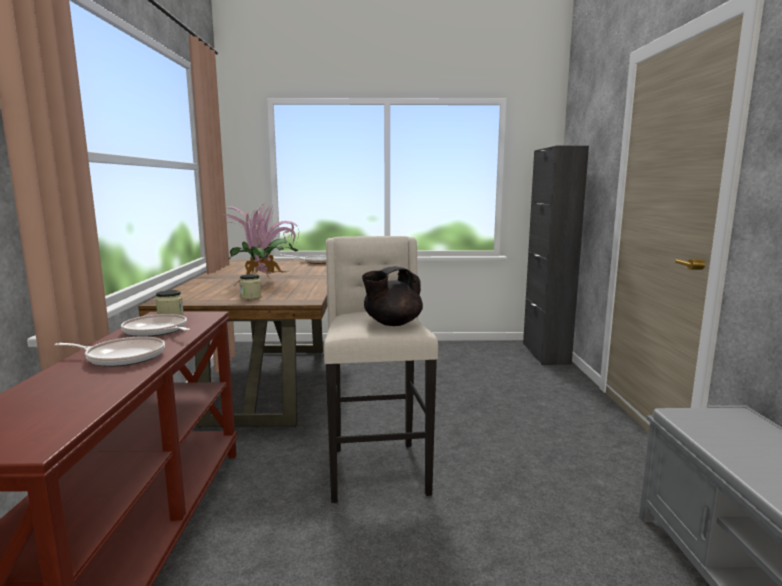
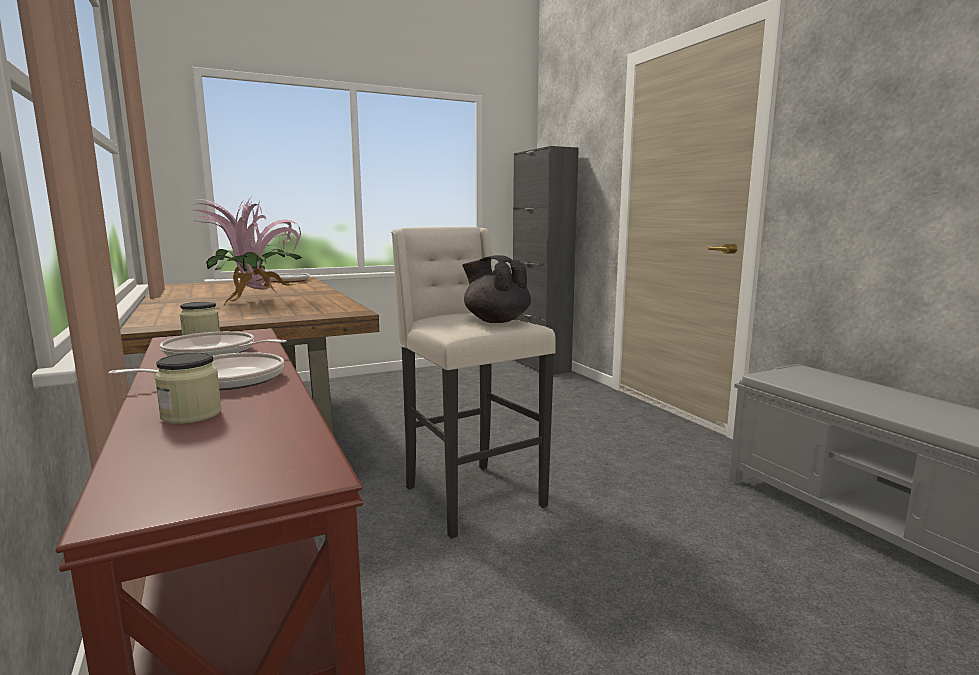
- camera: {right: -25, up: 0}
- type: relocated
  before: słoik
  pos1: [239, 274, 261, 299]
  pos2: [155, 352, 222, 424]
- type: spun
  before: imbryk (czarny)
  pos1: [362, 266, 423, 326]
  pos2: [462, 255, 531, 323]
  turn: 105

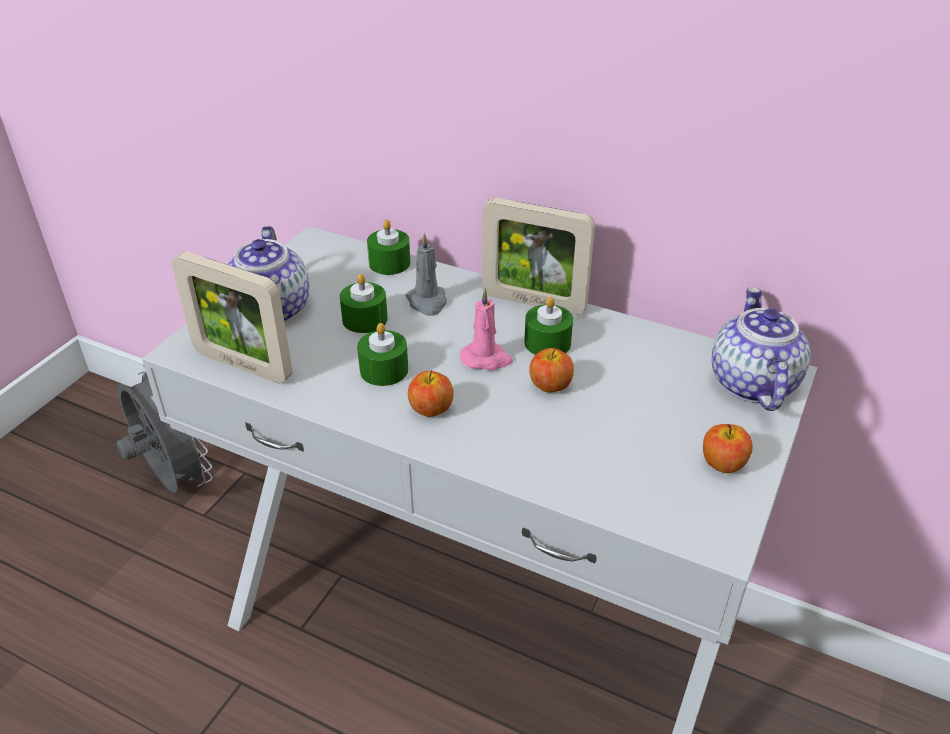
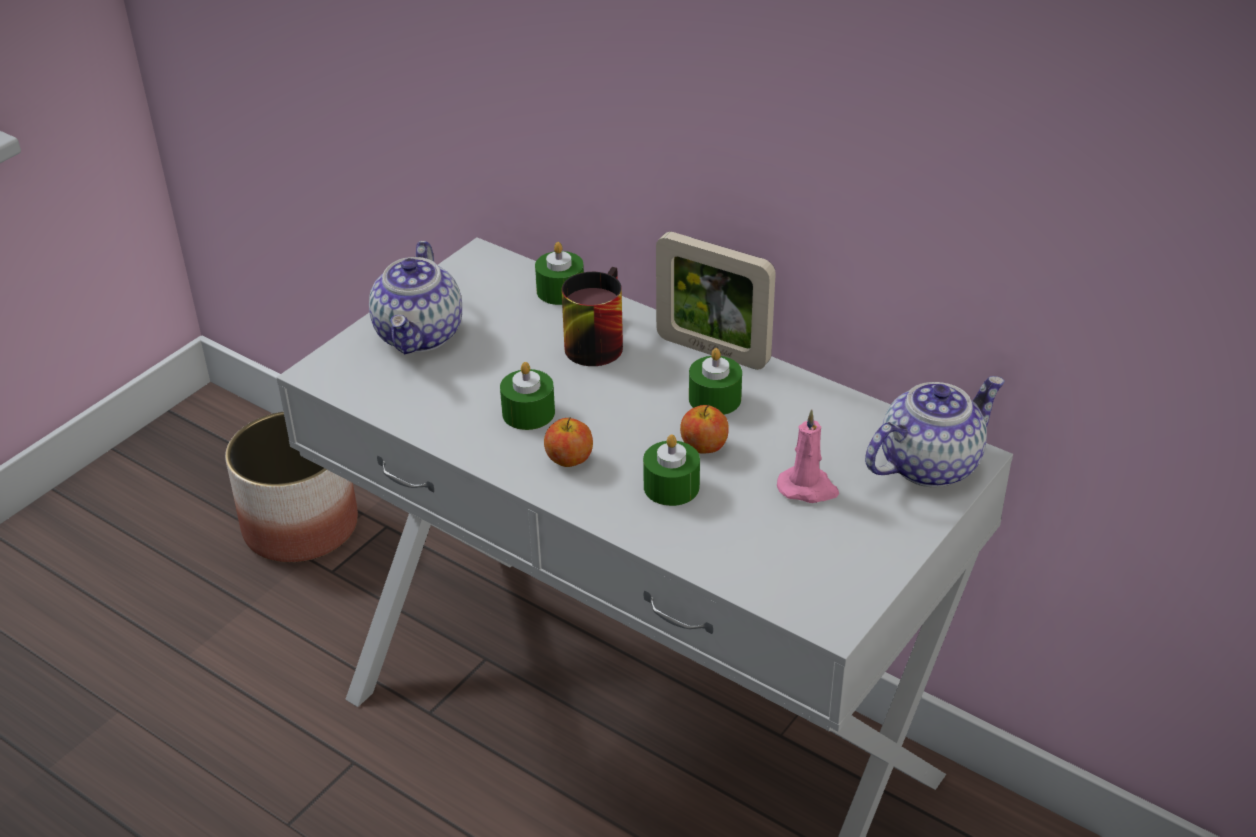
- camera: {right: 10, up: 0}
- type: missing
  before: ramka na zdjęcie
  pos1: [172, 251, 292, 384]
- type: missing
  before: jabłko
  pos1: [703, 424, 753, 473]
- type: relocated
  before: świeca (zielony)
  pos1: [340, 274, 388, 333]
  pos2: [643, 434, 700, 506]
- type: relocated
  before: świeca (różowy)
  pos1: [460, 288, 513, 370]
  pos2: [777, 409, 839, 503]
- type: exchanged
  before: wentylator (szary)
  after: donica
  pos1: [116, 365, 213, 493]
  pos2: [225, 412, 358, 562]
- type: exchanged
  before: świeca (szary)
  after: kubek
  pos1: [405, 233, 447, 316]
  pos2: [561, 267, 623, 366]
- type: spun
  before: imbryk
  pos1: [712, 287, 810, 411]
  pos2: [865, 376, 1005, 487]
  turn: 45

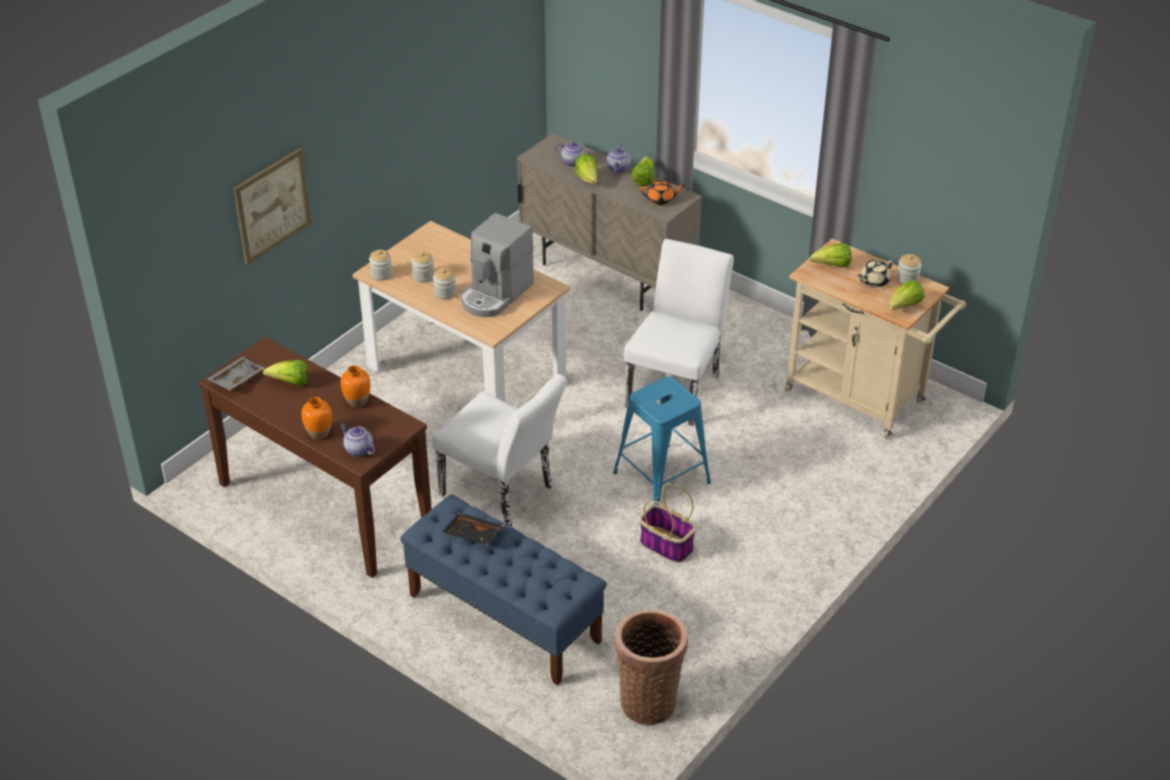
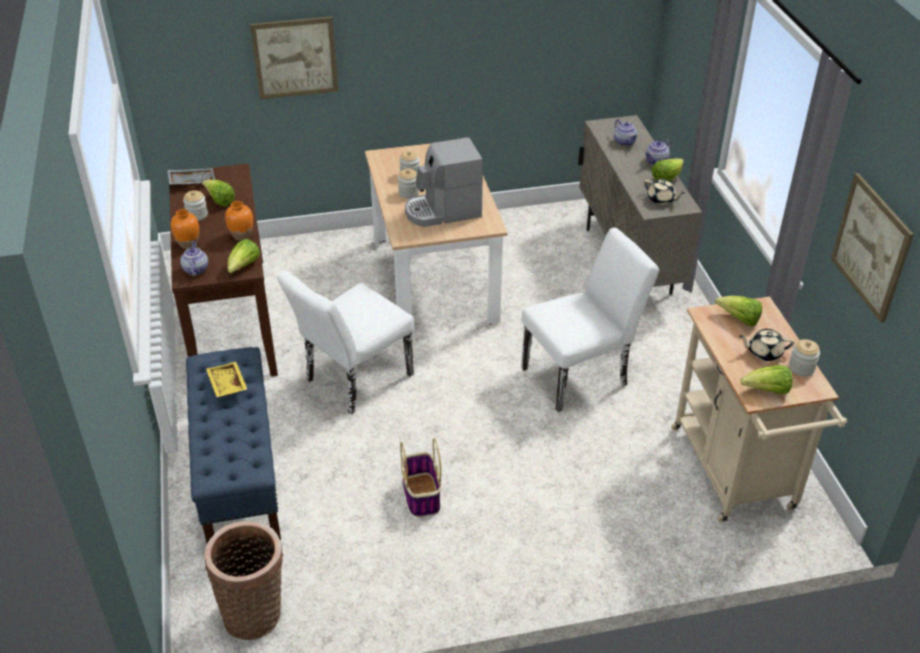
- camera: {right: 40, up: 0}
- type: missing
  before: stołek (niebieski)
  pos1: [613, 376, 711, 505]
- type: appeared
  after: obraz
  pos2: [831, 173, 914, 323]
- type: relocated
  before: słoik
  pos1: [369, 250, 392, 281]
  pos2: [183, 190, 208, 221]
- type: relocated
  before: sałata
  pos1: [575, 154, 598, 183]
  pos2: [228, 239, 260, 273]
- type: colour
  before: taca (czarny)
  after: taca (żółty)
  pos1: [442, 513, 504, 545]
  pos2: [206, 362, 247, 397]
- type: colour
  before: imbryk (pomarańczowy)
  after: imbryk (beżowy)
  pos1: [640, 180, 684, 205]
  pos2: [644, 179, 684, 205]
- type: spun
  before: krzesło (biały)
  pos1: [432, 374, 567, 527]
  pos2: [277, 271, 414, 414]
  turn: 60

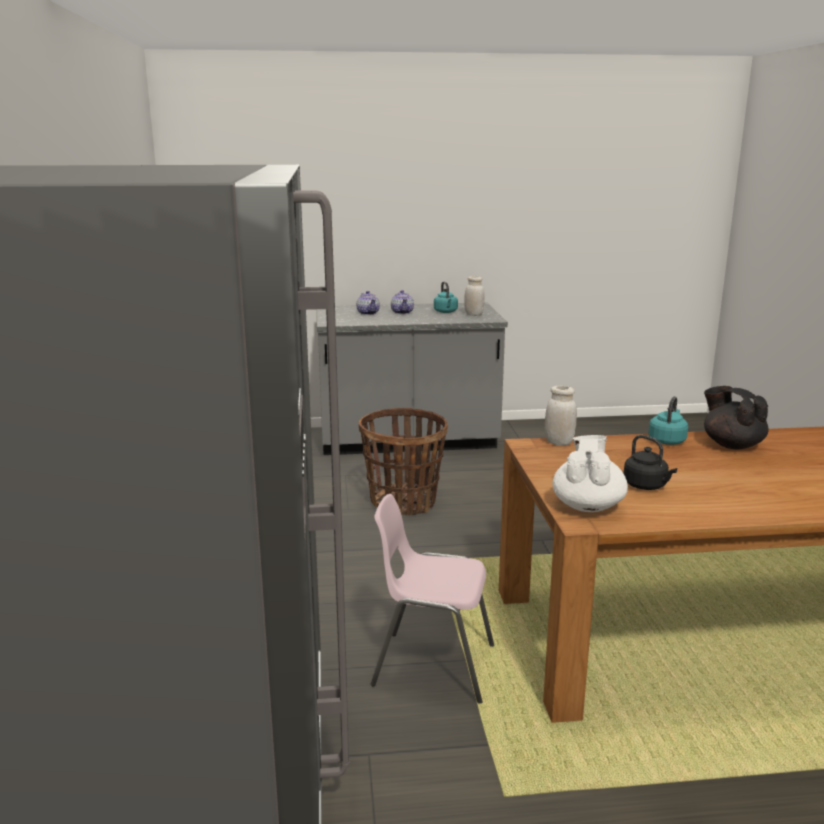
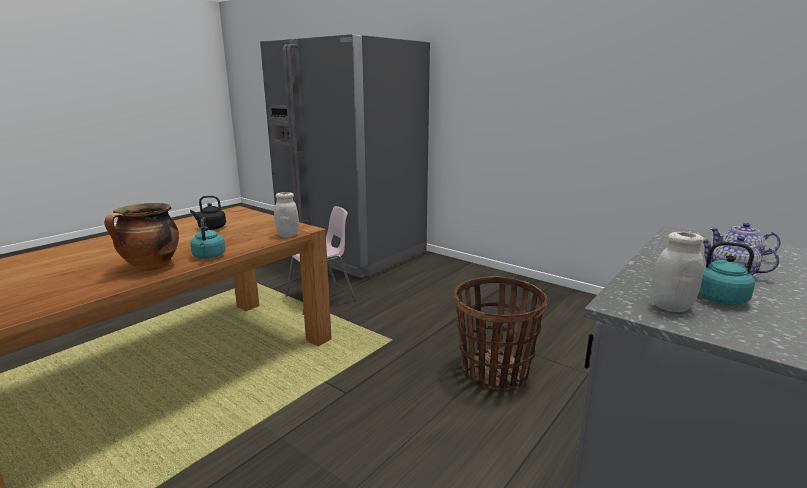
- camera: {right: 135, up: 0}
- type: missing
  before: imbryk (biały)
  pos1: [553, 435, 628, 512]
- type: exchanged
  before: imbryk (czarny)
  after: garnek
  pos1: [704, 386, 769, 449]
  pos2: [104, 203, 179, 271]

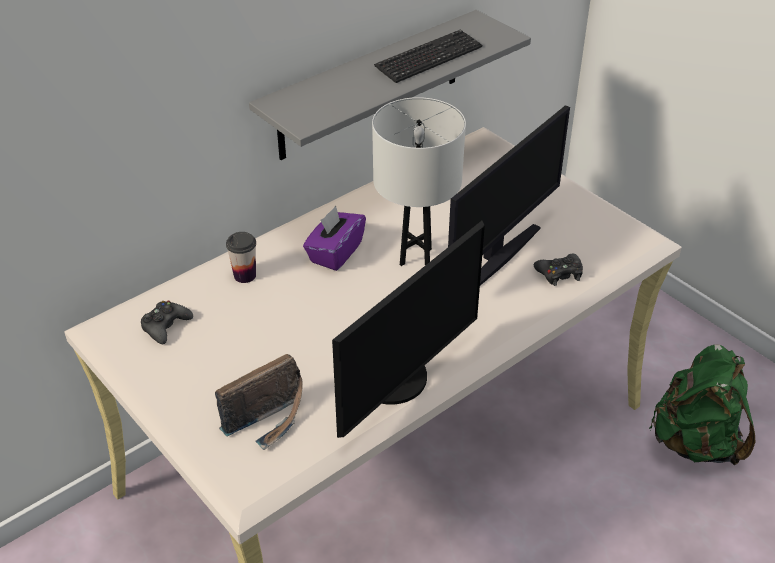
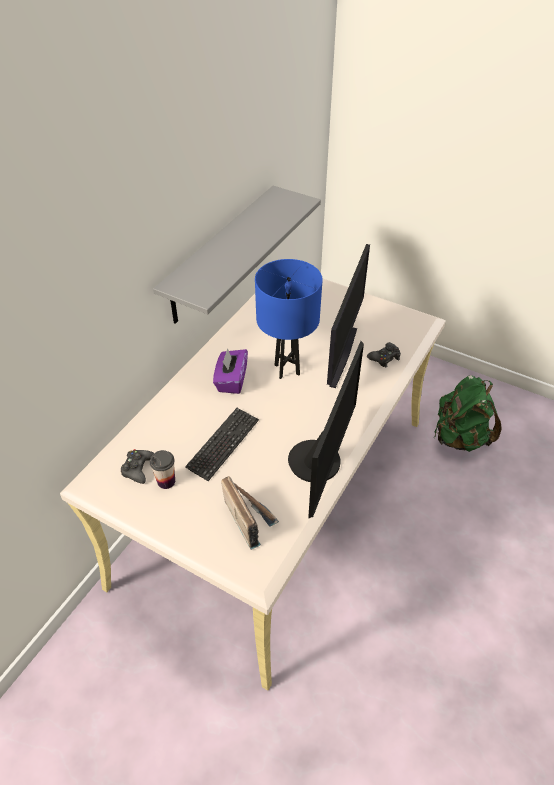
- camera: {right: -20, up: 5}
- type: relocated
  before: filiżanka
  pos1: [226, 232, 256, 283]
  pos2: [150, 450, 175, 489]
- type: relocated
  before: klawiatura
  pos1: [374, 30, 482, 83]
  pos2: [185, 408, 259, 481]
- type: colour
  before: lampa stołowa (biały)
  after: lampa stołowa (niebieski)
  pos1: [372, 97, 466, 266]
  pos2: [255, 259, 323, 379]
- type: spun
  before: radio
  pos1: [215, 354, 302, 450]
  pos2: [221, 476, 279, 550]
  turn: -60

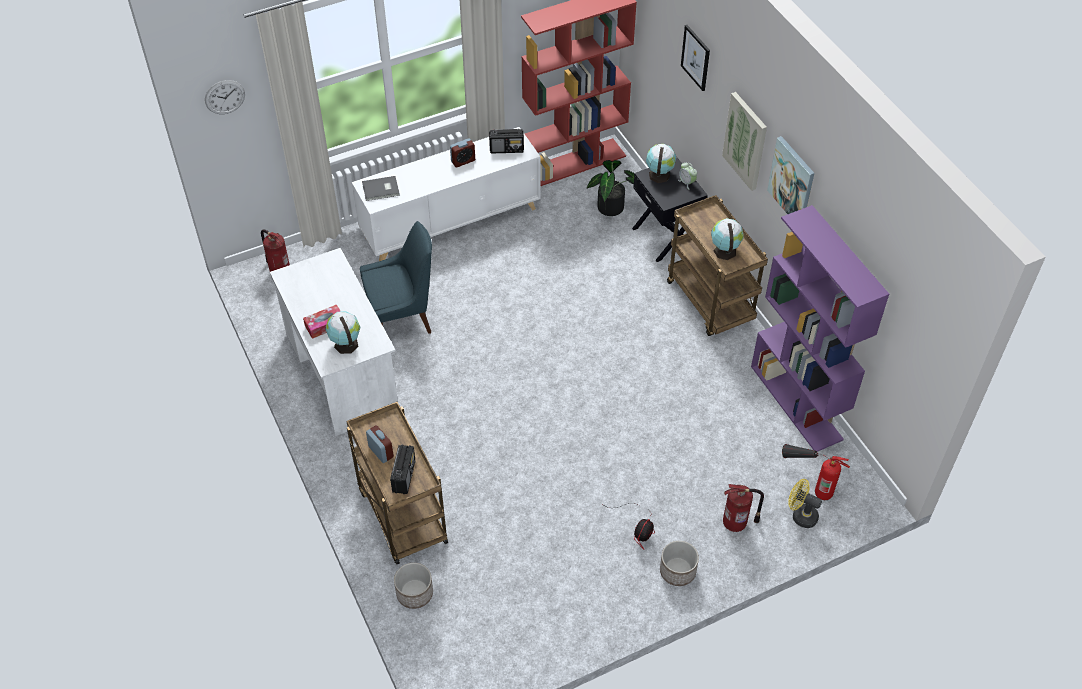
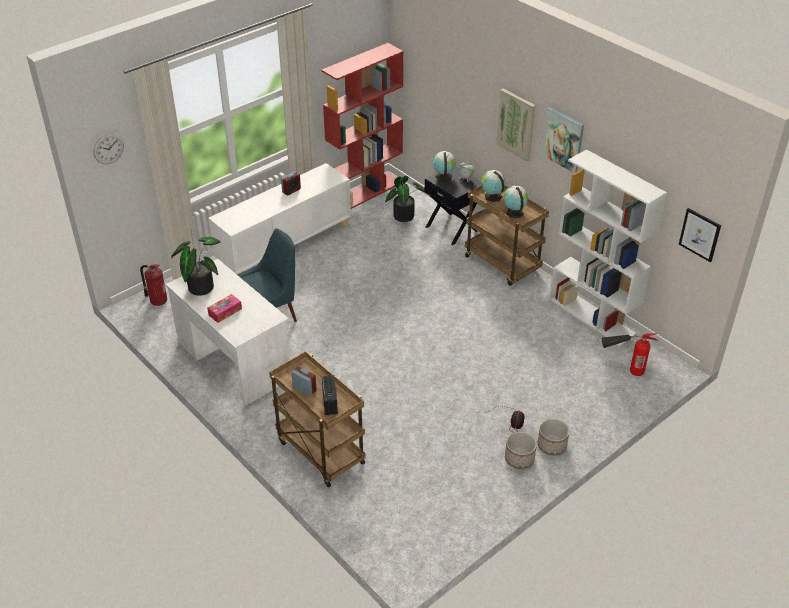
- camera: {right: -15, up: -10}
- type: missing
  before: książka (szary)
  pos1: [362, 176, 400, 201]
- type: missing
  before: radio
  pos1: [489, 129, 524, 153]
- type: missing
  before: gaśnica
  pos1: [723, 484, 764, 532]
- type: missing
  before: wentylator (żółty)
  pos1: [789, 479, 822, 528]
- type: appeared
  after: roślina doniczkowa
  pos2: [171, 237, 221, 296]
- type: relocated
  before: globus
  pos1: [325, 311, 360, 354]
  pos2: [481, 170, 505, 202]
- type: relocated
  before: donica
  pos1: [394, 563, 433, 609]
  pos2: [505, 432, 537, 469]
- type: relocated
  before: obraz
  pos1: [681, 25, 710, 91]
  pos2: [679, 208, 721, 262]
- type: colour
  before: regał (fioletowy)
  after: regał (biały)
  pos1: [751, 205, 889, 452]
  pos2: [549, 149, 667, 346]

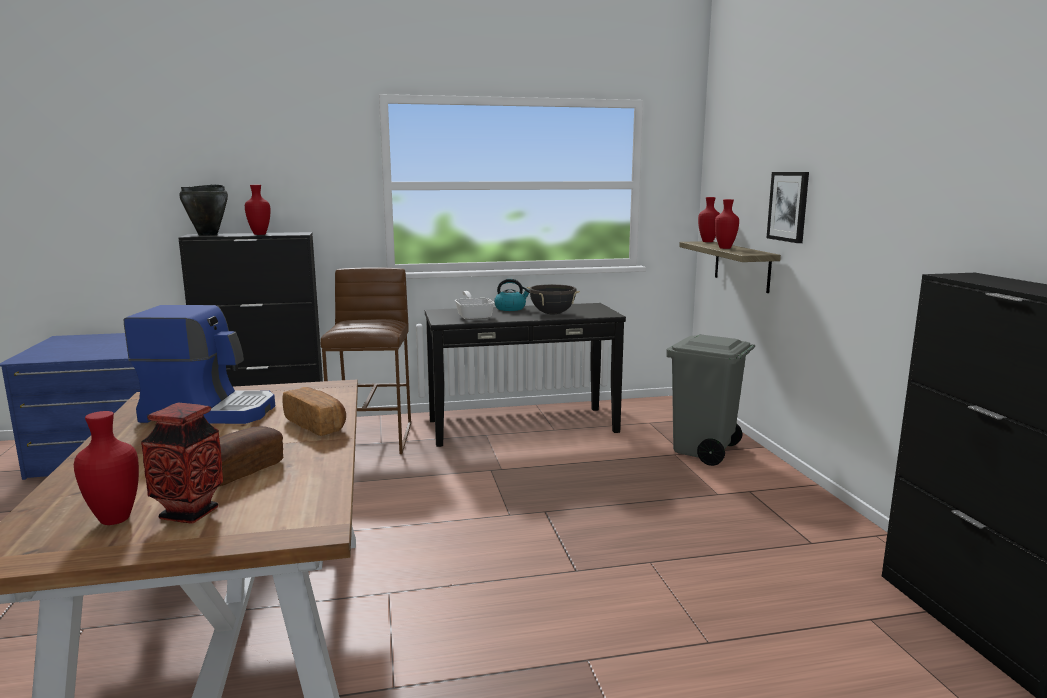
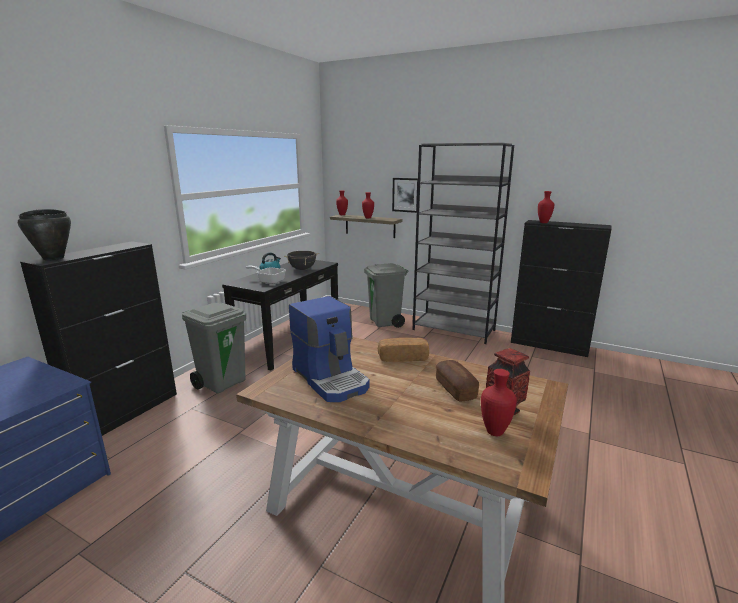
- camera: {right: -50, up: 5}
- type: appeared
  after: regał (szary)
  pos2: [413, 143, 514, 344]
- type: relocated
  before: wazon (czerwony)
  pos1: [245, 185, 270, 235]
  pos2: [538, 191, 554, 223]
- type: exchanged
  before: stołek (brązowy)
  after: kosz na śmieci (szary)
  pos1: [320, 267, 411, 454]
  pos2: [182, 303, 246, 393]
- type: spun
  before: ekspres do kawy
  pos1: [124, 305, 275, 424]
  pos2: [289, 296, 370, 402]
  turn: 105

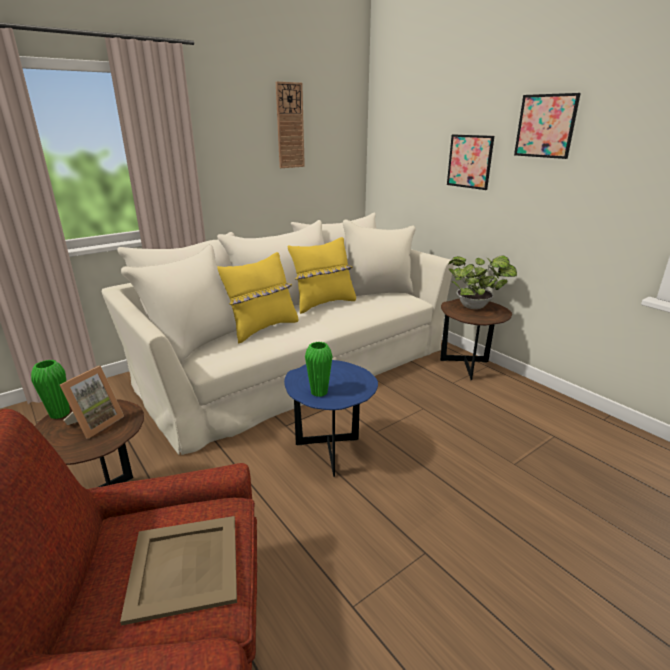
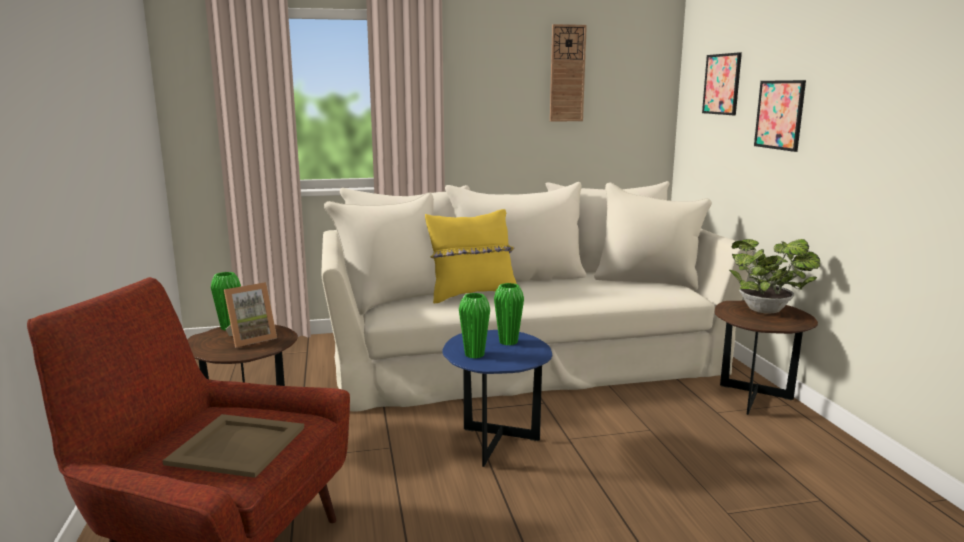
- camera: {right: 25, up: -10}
- type: missing
  before: poduszka (żółty)
  pos1: [288, 237, 356, 314]
- type: appeared
  after: wazon (zielony)
  pos2: [494, 283, 524, 345]
- type: relocated
  before: obraz
  pos1: [514, 93, 581, 159]
  pos2: [702, 52, 742, 115]

